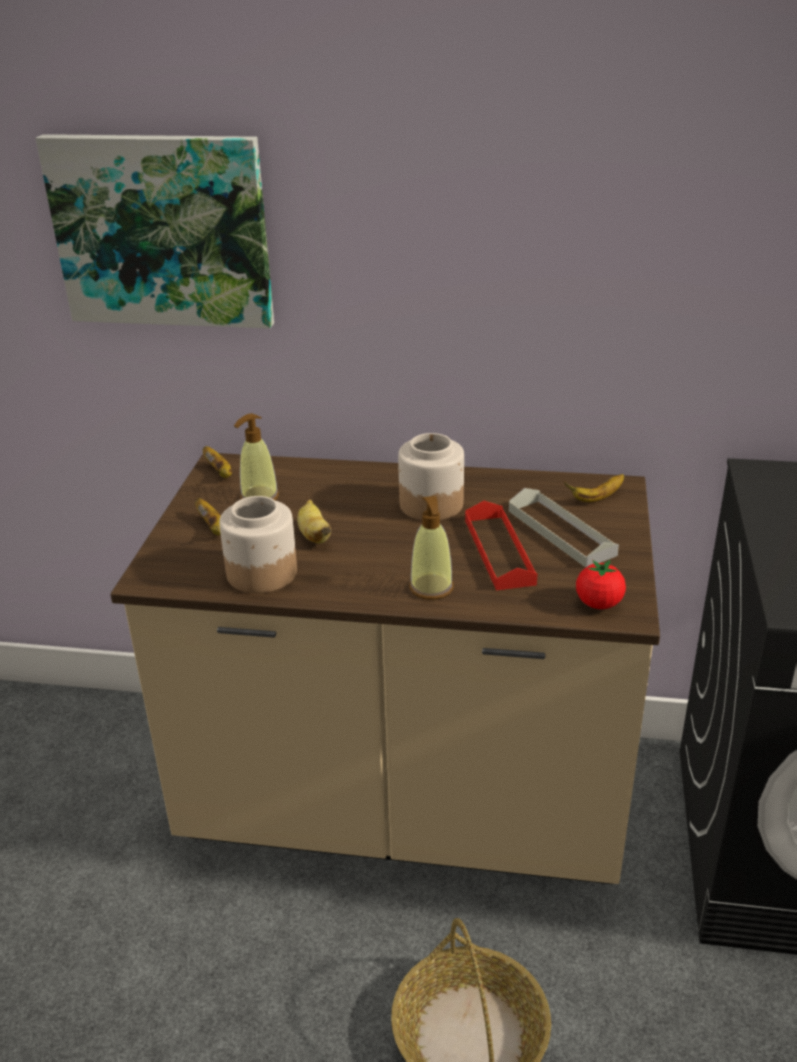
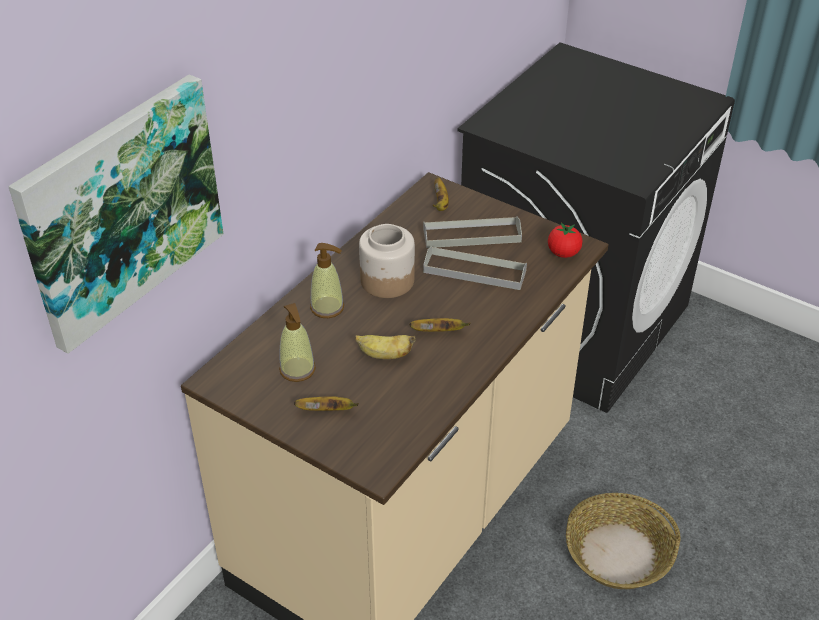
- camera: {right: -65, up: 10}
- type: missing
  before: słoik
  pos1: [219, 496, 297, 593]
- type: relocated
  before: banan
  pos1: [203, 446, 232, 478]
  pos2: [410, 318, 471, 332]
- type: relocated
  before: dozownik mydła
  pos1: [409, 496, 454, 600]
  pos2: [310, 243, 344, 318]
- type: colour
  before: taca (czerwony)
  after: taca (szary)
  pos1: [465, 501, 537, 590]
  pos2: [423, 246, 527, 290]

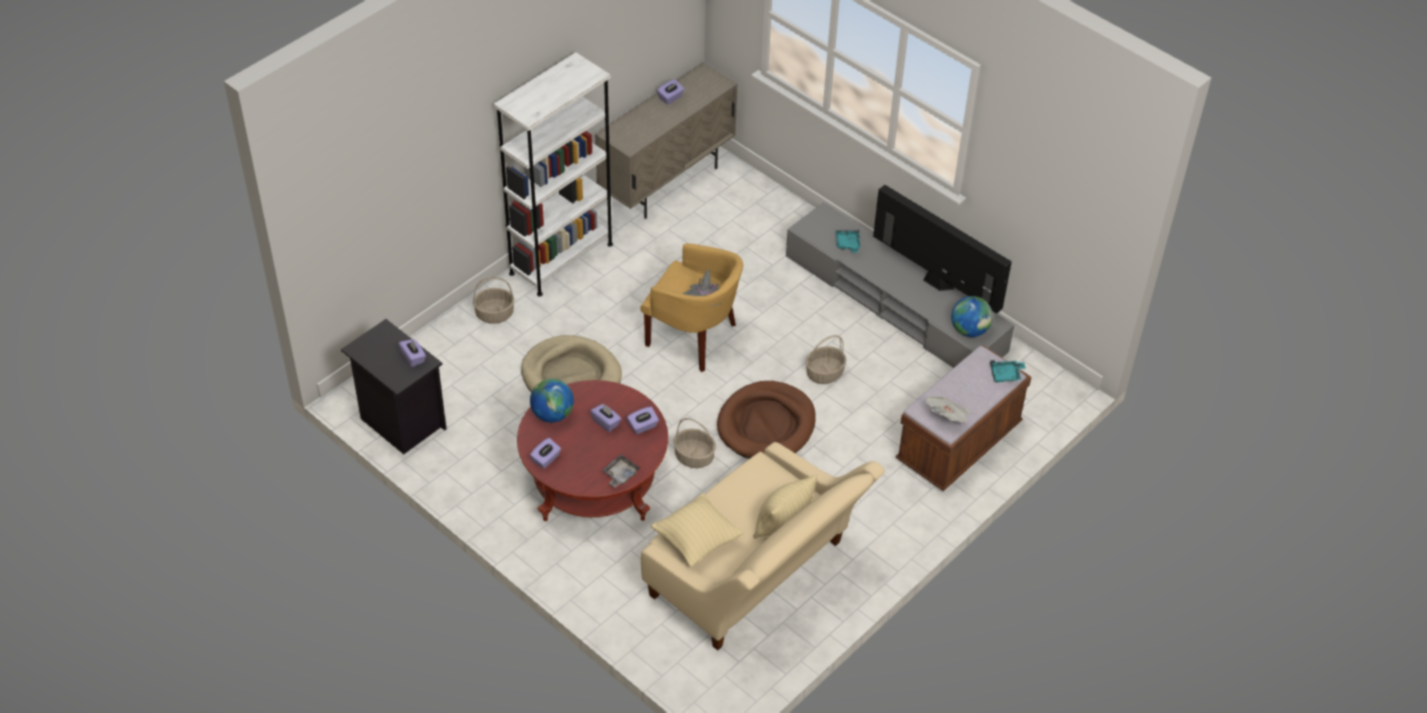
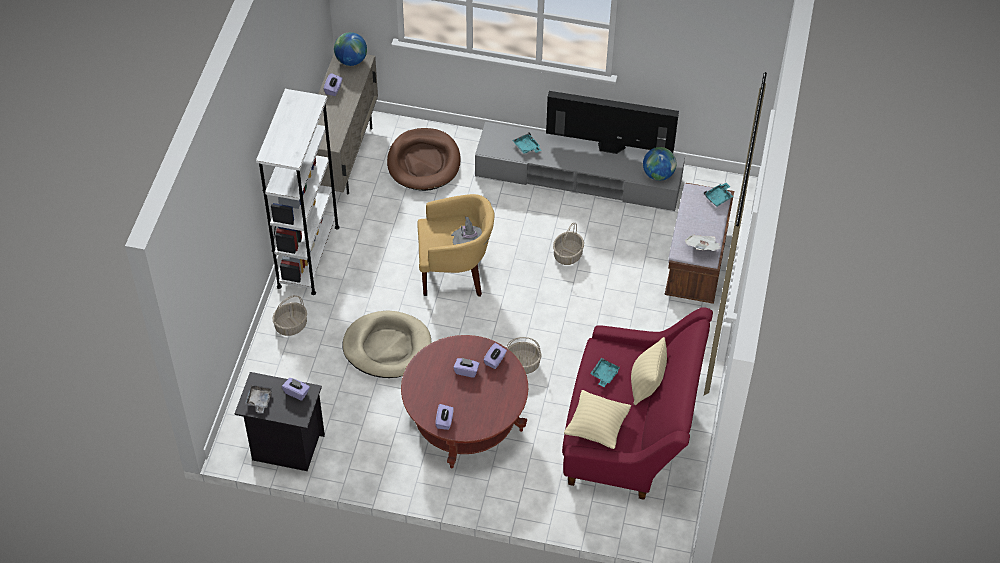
- camera: {right: -30, up: 5}
- type: appeared
  after: taca (turkusowy)
  pos2: [590, 358, 621, 387]
- type: relocated
  before: globus
  pos1: [530, 379, 574, 423]
  pos2: [334, 32, 367, 66]
- type: relocated
  before: taca (szary)
  pos1: [602, 454, 641, 488]
  pos2: [244, 385, 272, 413]
- type: relocated
  before: legowisko (brązowy)
  pos1: [717, 381, 816, 459]
  pos2: [387, 128, 461, 191]
- type: colour
  before: kanapa (beżowy)
  after: kanapa (czerwony)
  pos1: [641, 442, 885, 650]
  pos2: [562, 307, 713, 500]

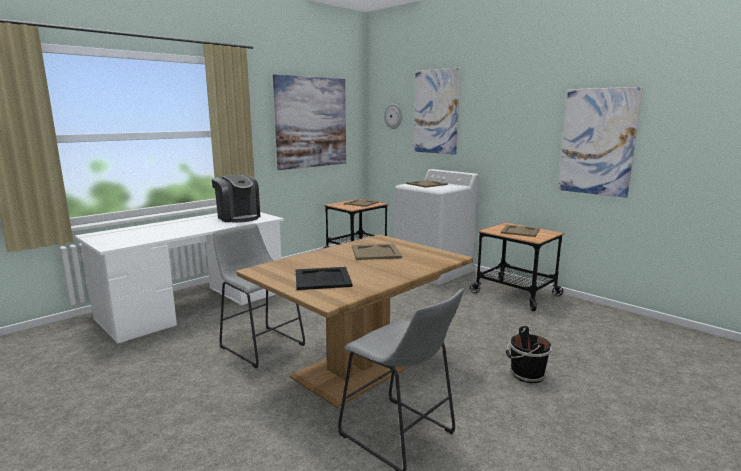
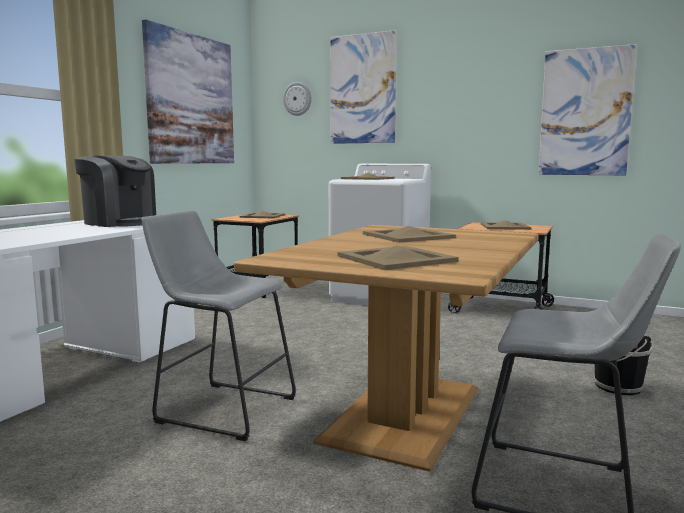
- camera: {right: -20, up: -5}
- type: colour
  before: taca (czarny)
  after: taca (beżowy)
  pos1: [295, 267, 353, 290]
  pos2: [338, 245, 459, 270]

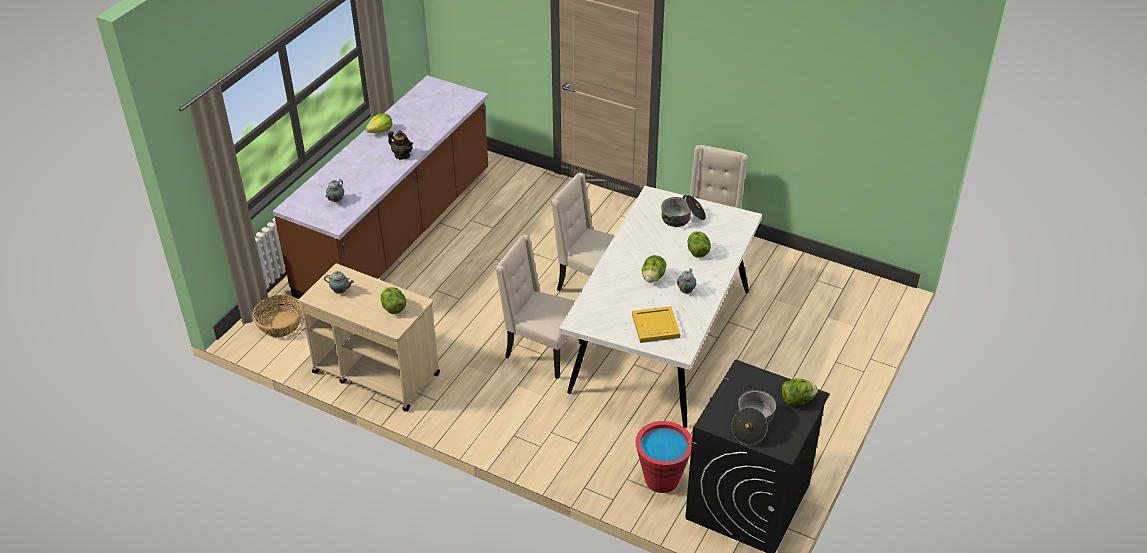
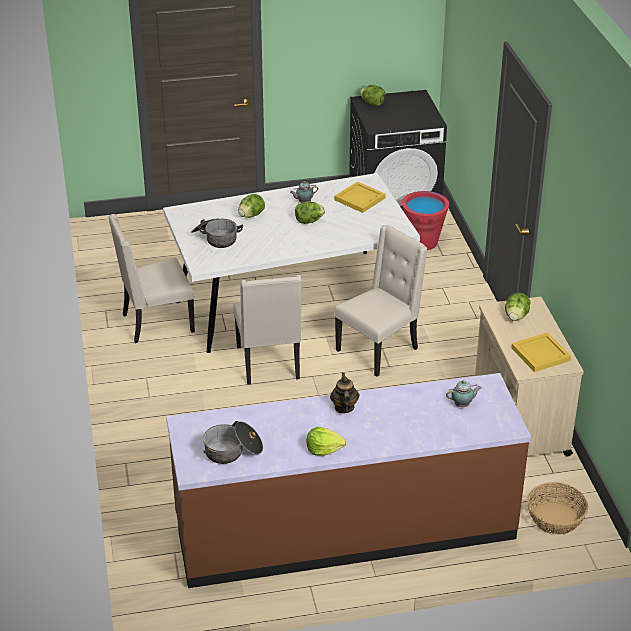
- camera: {right: -130, up: -5}
- type: relocated
  before: garnek
  pos1: [732, 385, 776, 445]
  pos2: [203, 421, 263, 464]
- type: exchanged
  before: imbryk
  after: taca (żółty)
  pos1: [324, 271, 354, 294]
  pos2: [511, 332, 571, 372]
- type: spun
  before: krzesło (beżowy)
  pos1: [496, 235, 582, 379]
  pos2: [334, 225, 427, 377]
  turn: -120

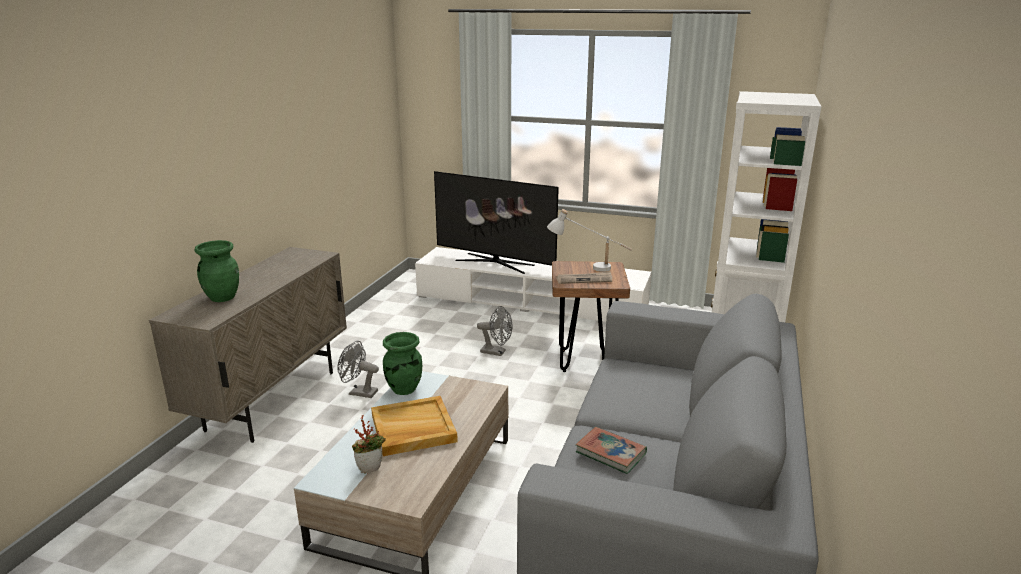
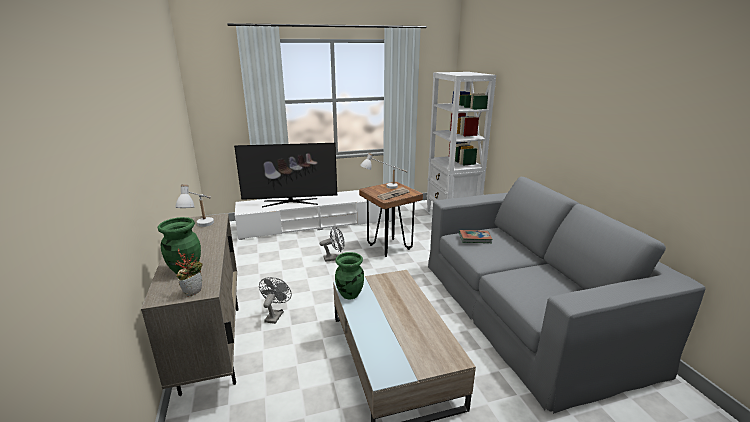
- camera: {right: -35, up: 0}
- type: missing
  before: taca (beżowy)
  pos1: [371, 396, 458, 456]
- type: appeared
  after: lampa stołowa (biały)
  pos2: [175, 184, 214, 227]
- type: relocated
  before: roślina doniczkowa
  pos1: [352, 415, 386, 474]
  pos2: [176, 249, 202, 297]
- type: relocated
  before: książka
  pos1: [576, 427, 647, 474]
  pos2: [459, 230, 493, 243]
- type: spun
  before: wentylator (szary)
  pos1: [337, 341, 379, 398]
  pos2: [259, 277, 291, 324]
  turn: 120

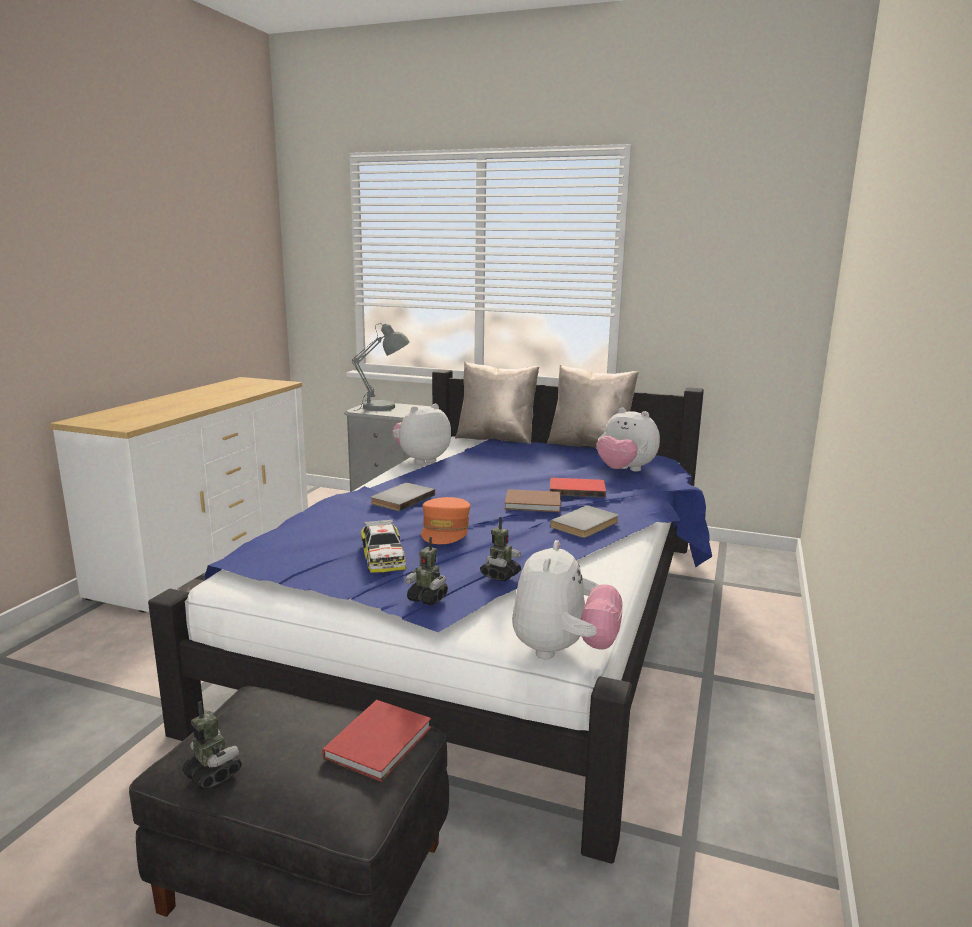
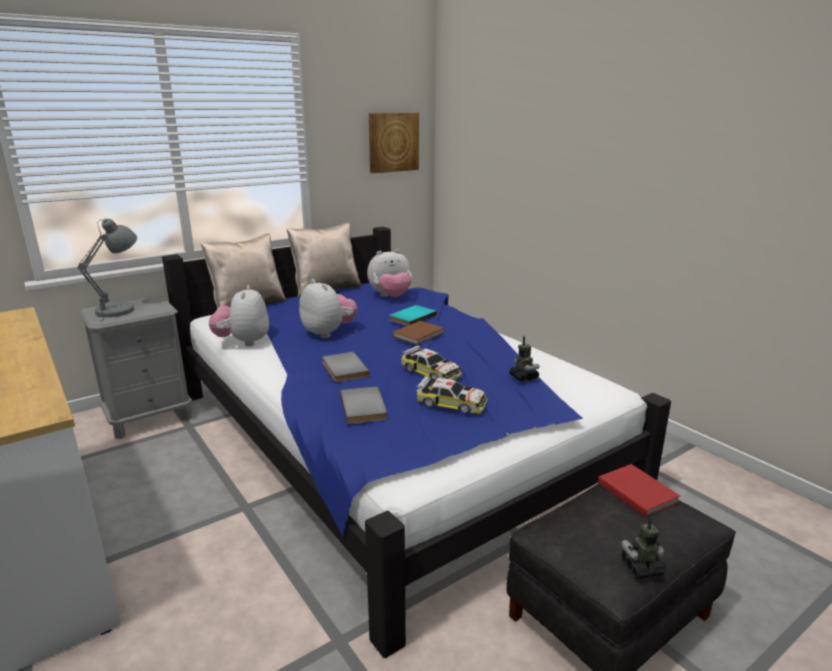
- camera: {right: -55, up: 5}
- type: missing
  before: robot zabawkowy
  pos1: [405, 536, 448, 605]
- type: appeared
  after: obraz
  pos2: [369, 112, 419, 173]
- type: relocated
  before: pluszak
  pos1: [512, 540, 623, 659]
  pos2: [299, 279, 358, 338]
- type: relocated
  before: książka (szary)
  pos1: [550, 505, 619, 538]
  pos2: [340, 386, 387, 424]
- type: exchanged
  before: czapka z daszkiem (pomarańczowy)
  after: samochodzik
  pos1: [421, 497, 471, 544]
  pos2: [401, 345, 462, 380]
- type: colour
  before: książka (czerwony)
  after: książka (turkusowy)
  pos1: [550, 478, 606, 498]
  pos2: [389, 305, 437, 326]

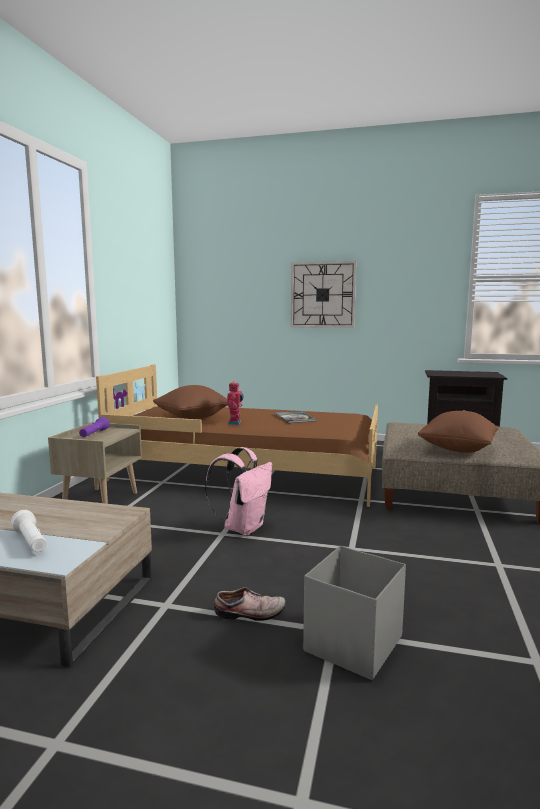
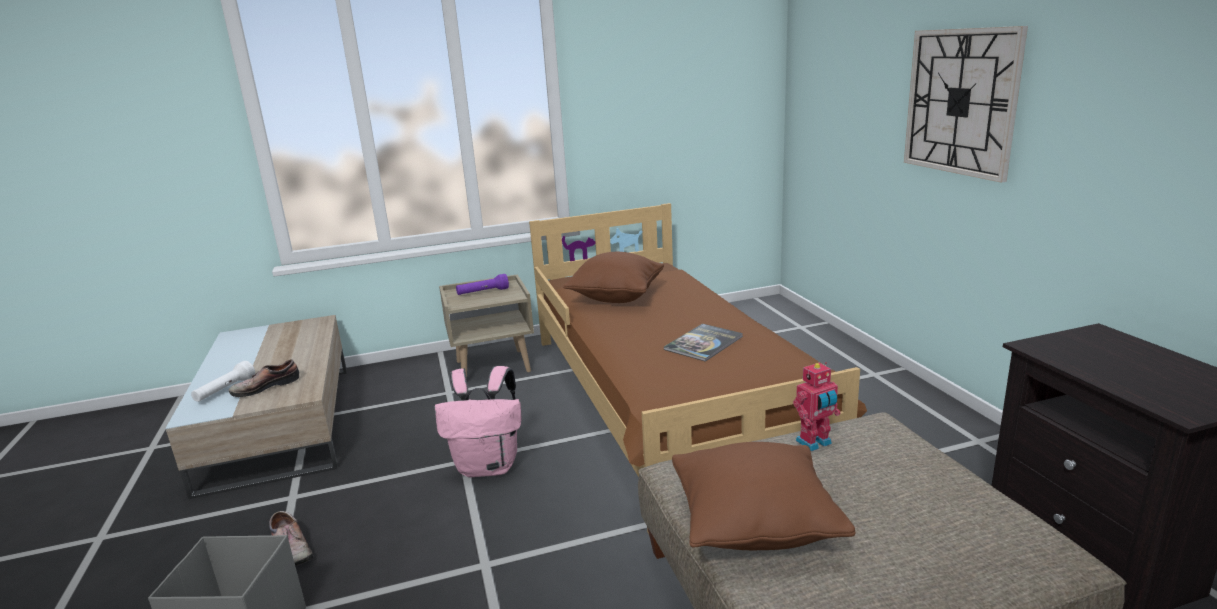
- camera: {right: 60, up: 10}
- type: appeared
  after: but
  pos2: [229, 359, 299, 397]
- type: relocated
  before: robot zabawkowy
  pos1: [227, 381, 244, 425]
  pos2: [793, 362, 840, 451]

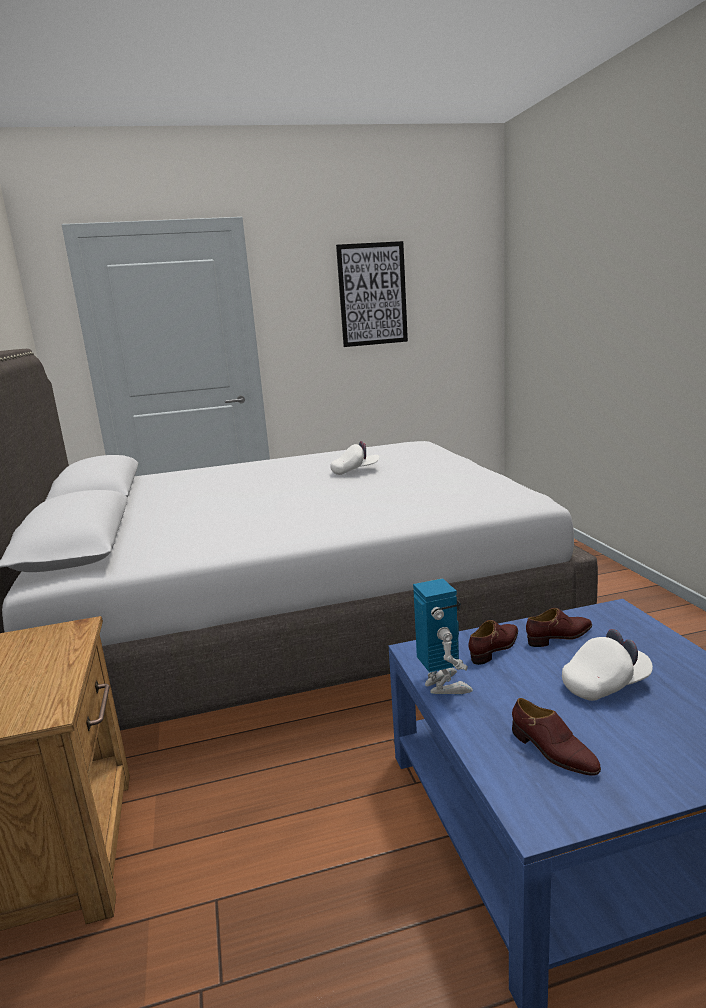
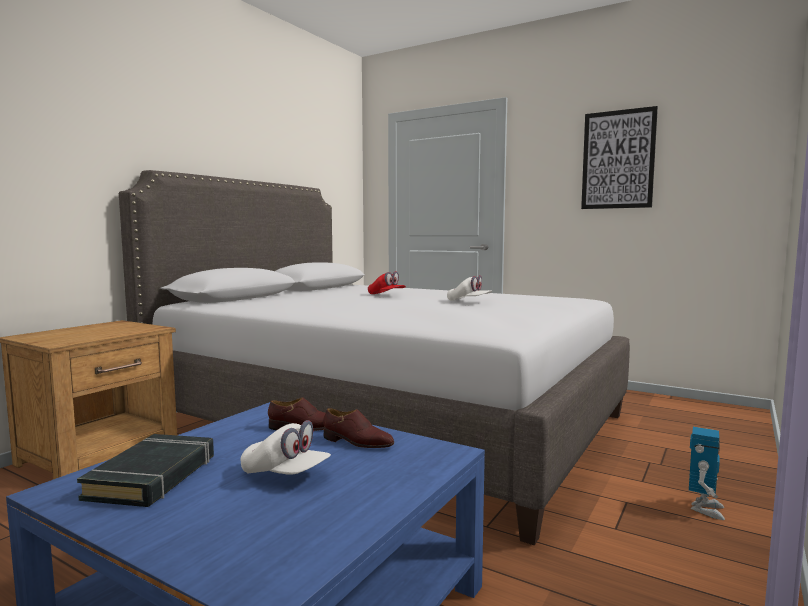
- camera: {right: 45, up: -10}
- type: appeared
  after: czapka z daszkiem (czerwony)
  pos2: [368, 271, 406, 294]
- type: relocated
  before: robot zabawkowy
  pos1: [413, 578, 473, 694]
  pos2: [689, 427, 725, 520]
- type: exchanged
  before: but (brązowy)
  after: książka (czarny)
  pos1: [512, 698, 601, 776]
  pos2: [77, 434, 214, 507]

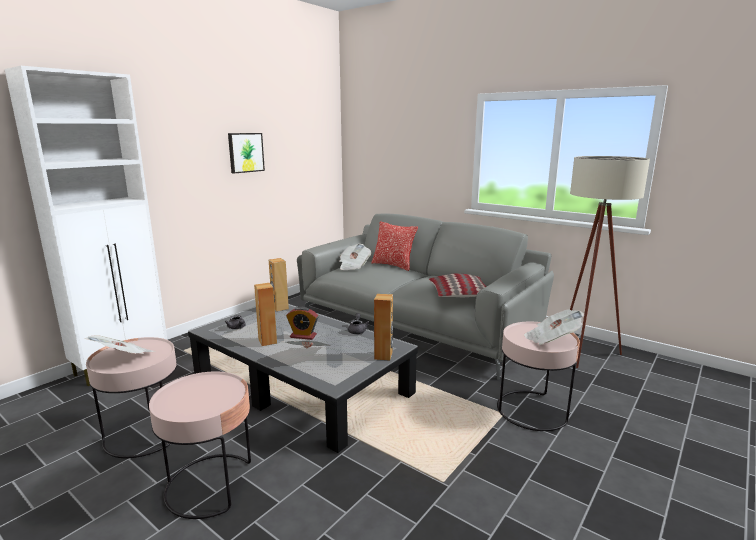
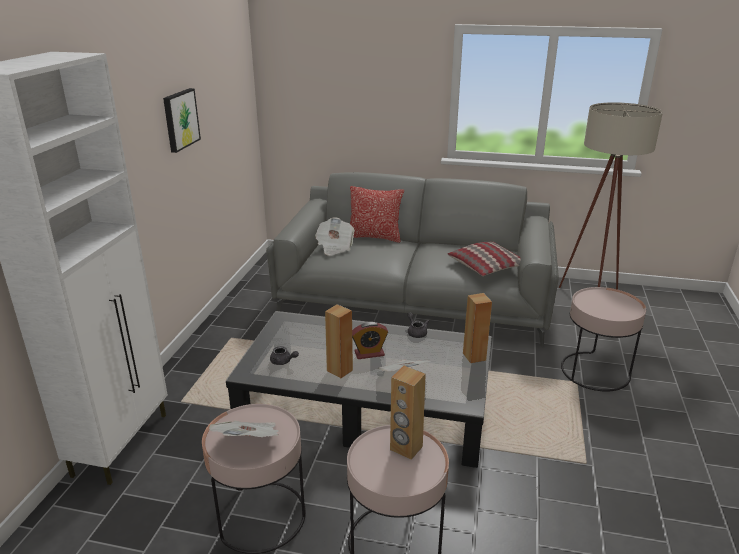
- camera: {right: -25, up: 10}
- type: missing
  before: gazeta
  pos1: [524, 310, 584, 345]
- type: relocated
  before: głośnik (brązowy)
  pos1: [269, 258, 289, 312]
  pos2: [390, 366, 426, 460]

